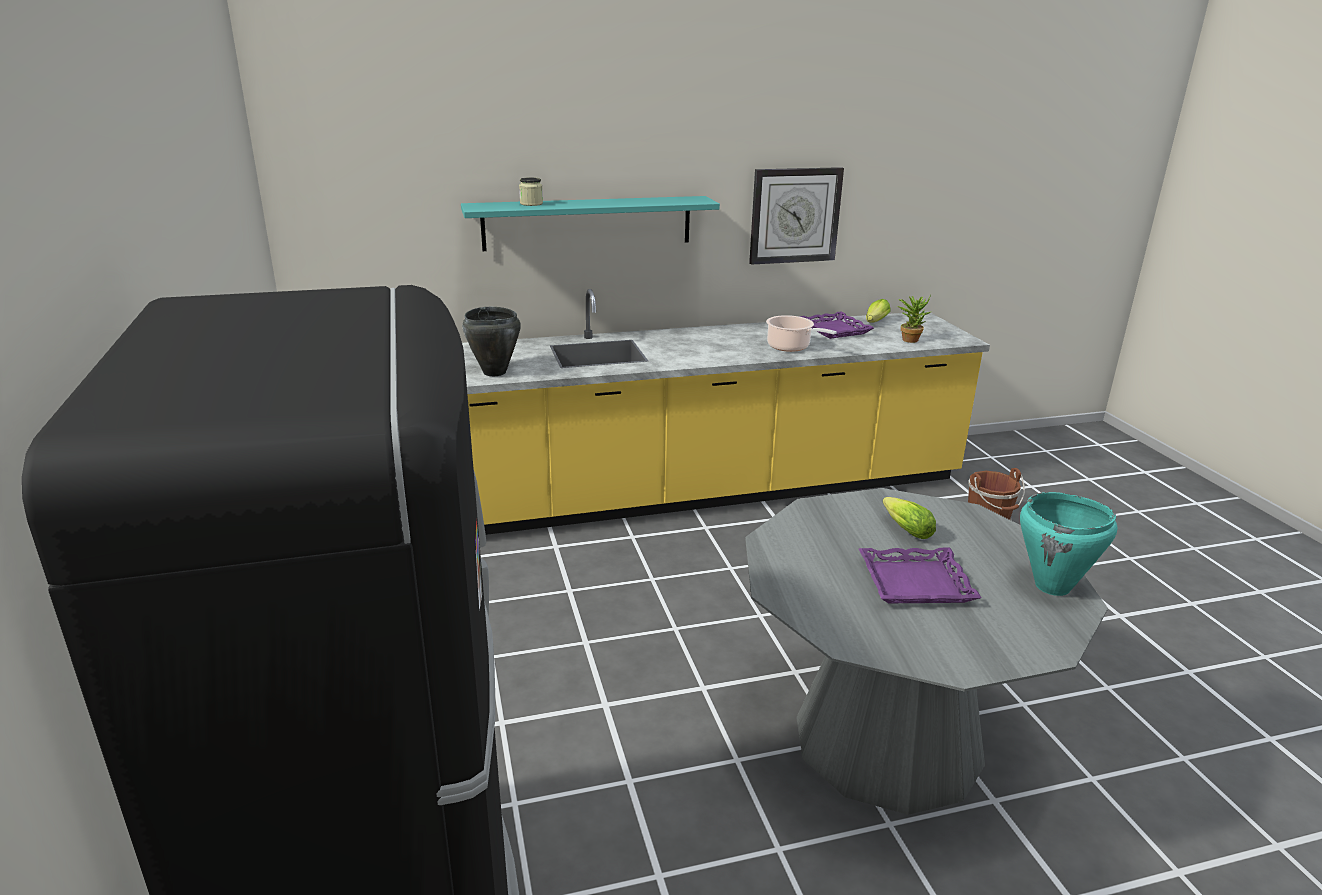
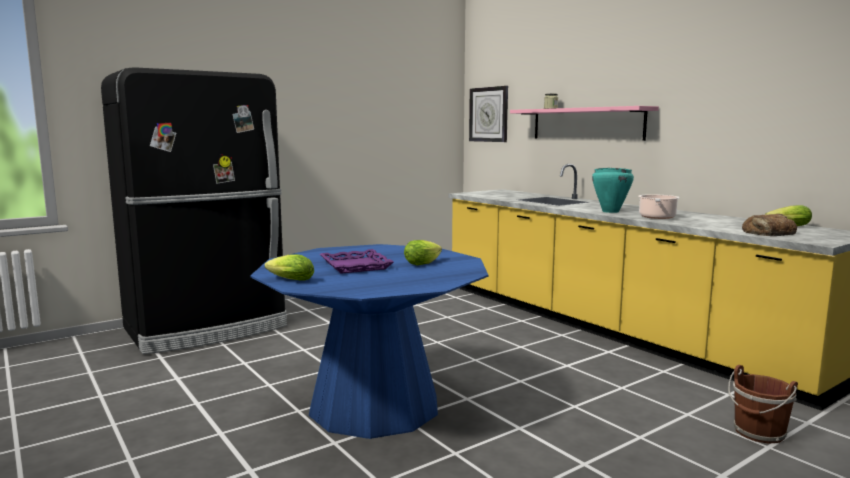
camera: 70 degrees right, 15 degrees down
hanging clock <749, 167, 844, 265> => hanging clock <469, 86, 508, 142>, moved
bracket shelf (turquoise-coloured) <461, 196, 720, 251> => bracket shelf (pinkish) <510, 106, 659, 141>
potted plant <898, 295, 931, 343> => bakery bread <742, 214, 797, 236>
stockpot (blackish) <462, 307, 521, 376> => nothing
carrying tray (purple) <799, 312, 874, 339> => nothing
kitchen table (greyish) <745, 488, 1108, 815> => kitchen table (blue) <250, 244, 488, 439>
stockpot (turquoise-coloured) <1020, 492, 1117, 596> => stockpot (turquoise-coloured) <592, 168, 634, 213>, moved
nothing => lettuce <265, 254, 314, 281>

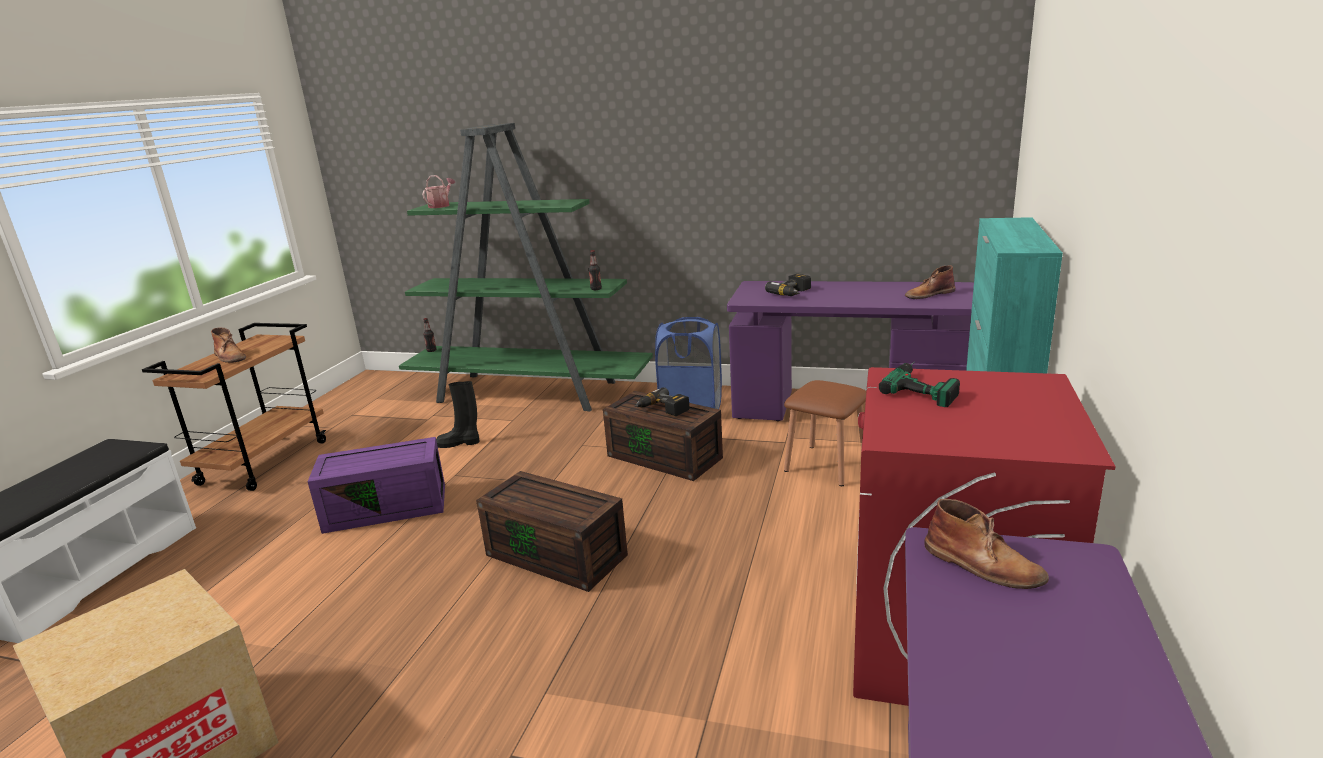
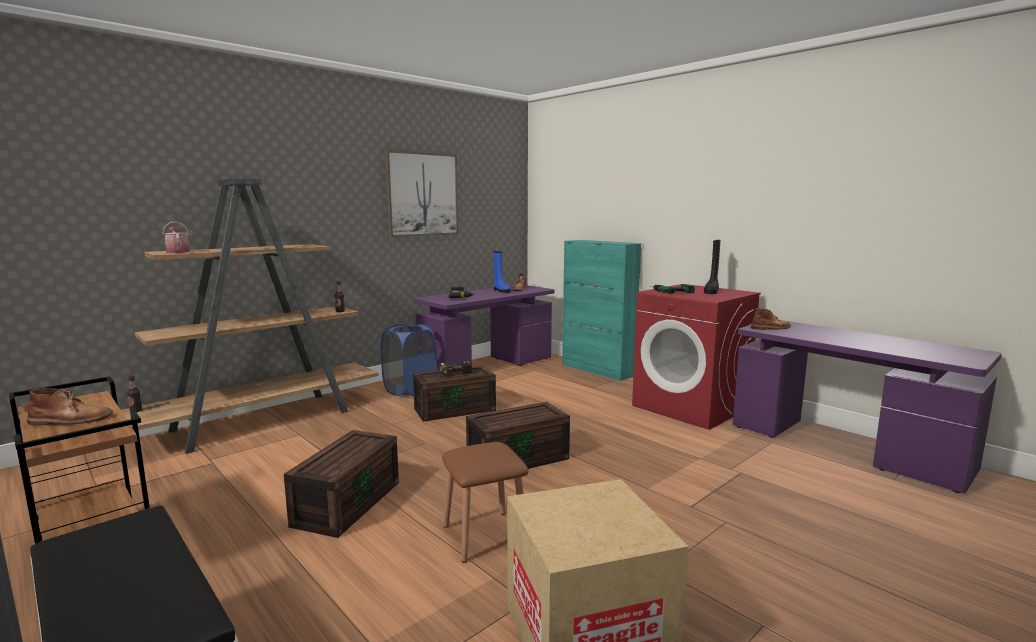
camera: 60 degrees left, 10 degrees down
bookshelf (green-coloured) <399, 123, 653, 412> => bookshelf (brown) <121, 178, 379, 454>
stool (brown) <784, 380, 866, 486> => stool (brown) <442, 442, 528, 563>, moved
tall boot (blackish) <436, 381, 479, 448> => tall boot (blackish) <704, 240, 721, 294>, moved
storage bin (purple) <308, 437, 445, 534> => storage bin (brown) <284, 430, 399, 538>
nothing => picture <385, 150, 459, 237>
nothing => tall boot (blue) <493, 251, 511, 293>

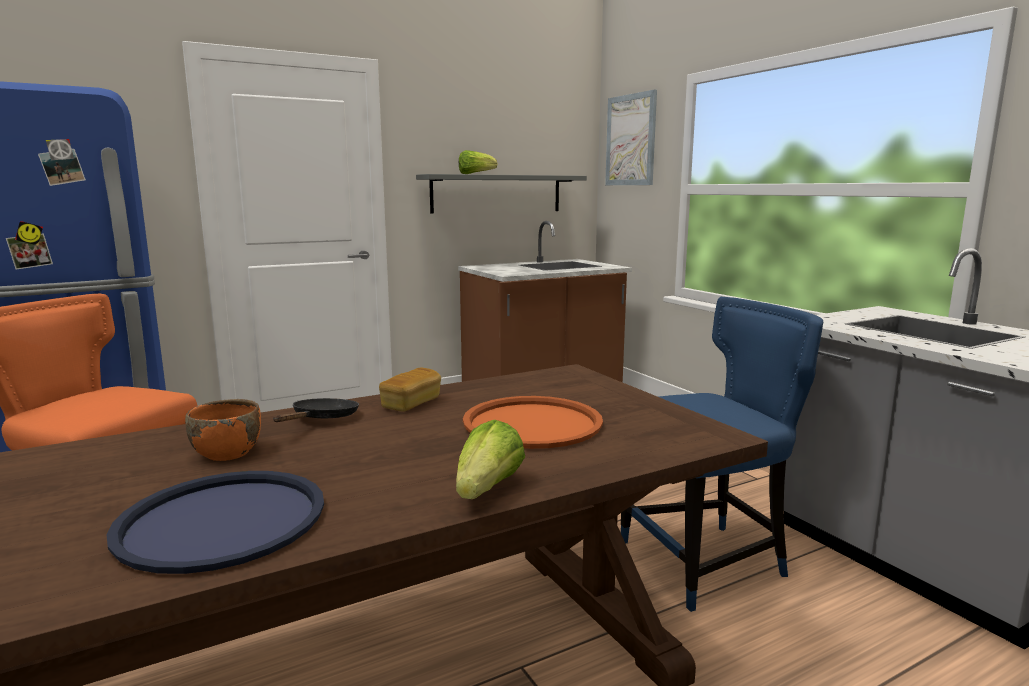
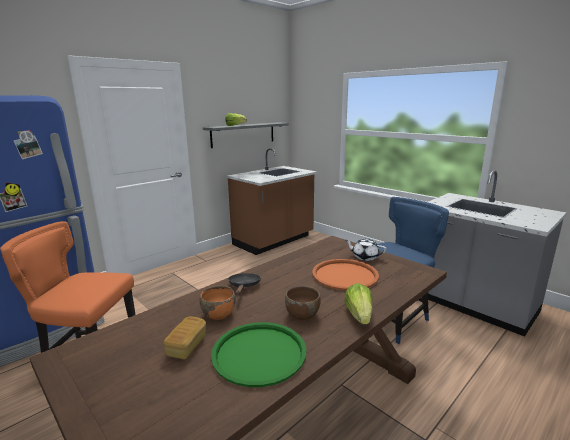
camera: 15 degrees left, 5 degrees up
picture <605, 89, 657, 185> => nothing
bakery bread <379, 367, 441, 412> => bakery bread <164, 316, 206, 359>, moved
carrying tray (blue) <107, 471, 324, 574> => carrying tray (green-coloured) <211, 322, 307, 387>
nothing => tea pot (white) <345, 238, 386, 261>
nothing => bowl (brown) <285, 286, 320, 320>

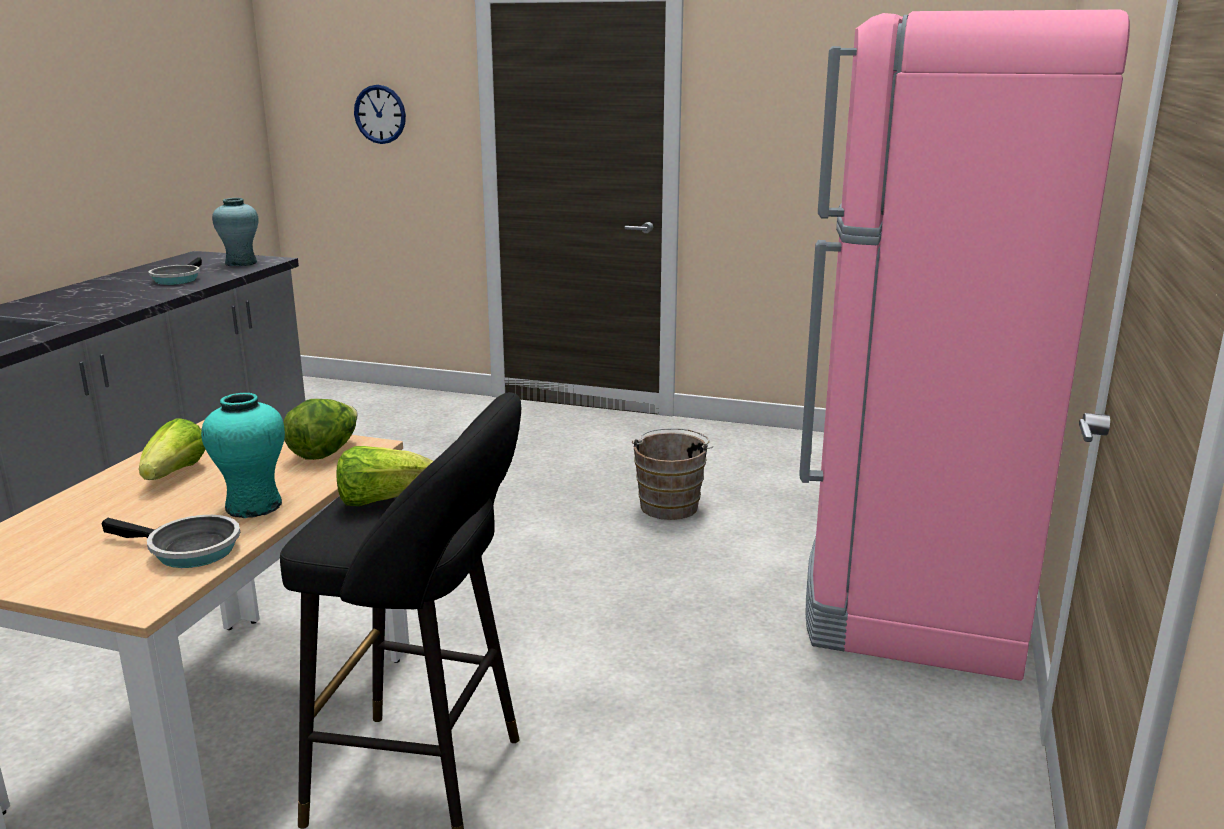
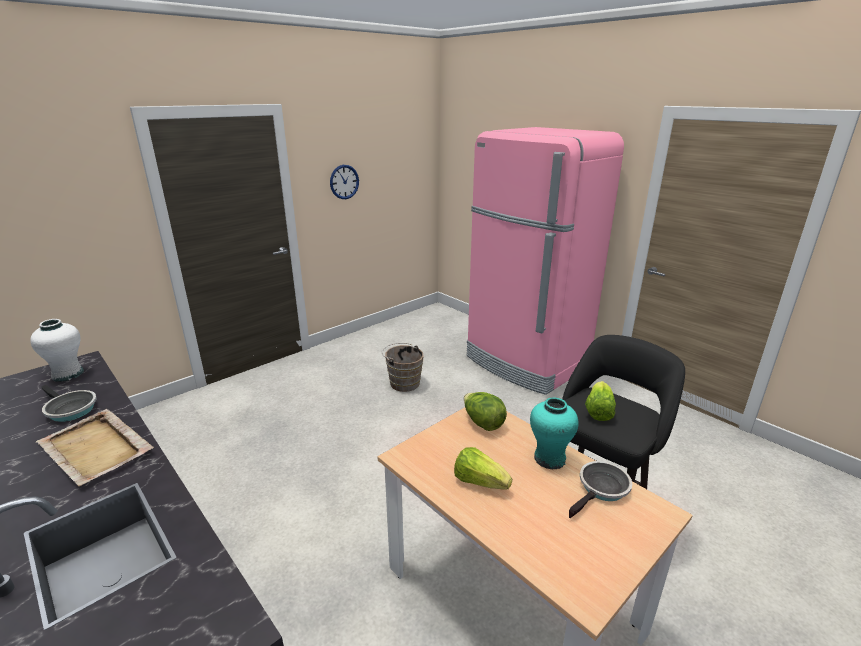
camera: 60 degrees left, 5 degrees up
hanging clock <354, 85, 406, 144> => hanging clock <330, 165, 359, 199>, moved
flower vase (turquoise-coloured) <212, 198, 258, 267> => flower vase (white) <30, 319, 84, 382>
nothing => carrying tray (beige-coloured) <36, 409, 154, 487>

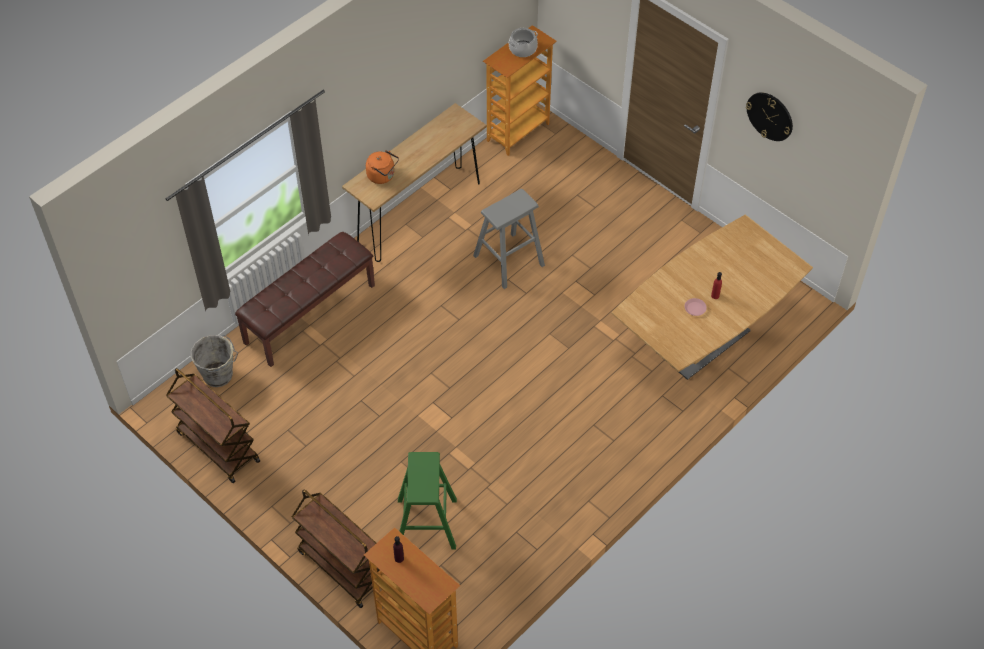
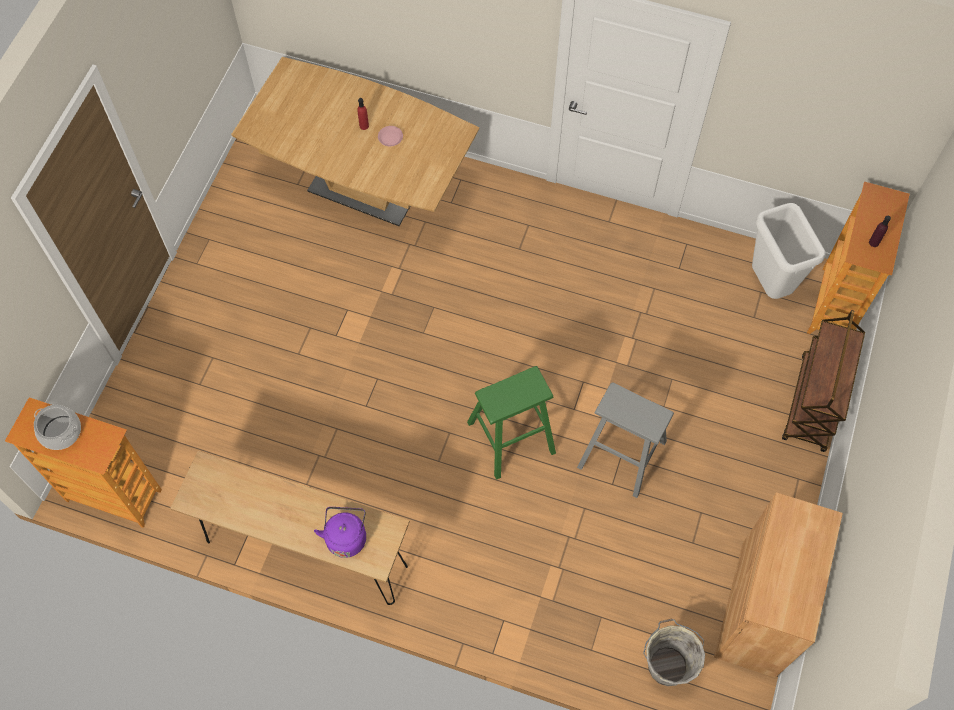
camera: 115 degrees left, 10 degrees up
hanging clock <746, 92, 793, 141> => nothing
water kettle (orangey) <366, 150, 399, 184> => water kettle (purple) <314, 507, 366, 558>
stool (greyish) <473, 189, 545, 289> => stool (greyish) <577, 382, 674, 498>, moved
bench (brown) <235, 232, 375, 367> => nothing
trolley (brown) <166, 368, 260, 483> => storage cabinet (brown) <714, 492, 843, 678>
stool (green-coloured) <398, 452, 457, 549> => stool (green-coloured) <467, 366, 556, 480>, moved
nothing => trash can (white) <752, 203, 826, 299>

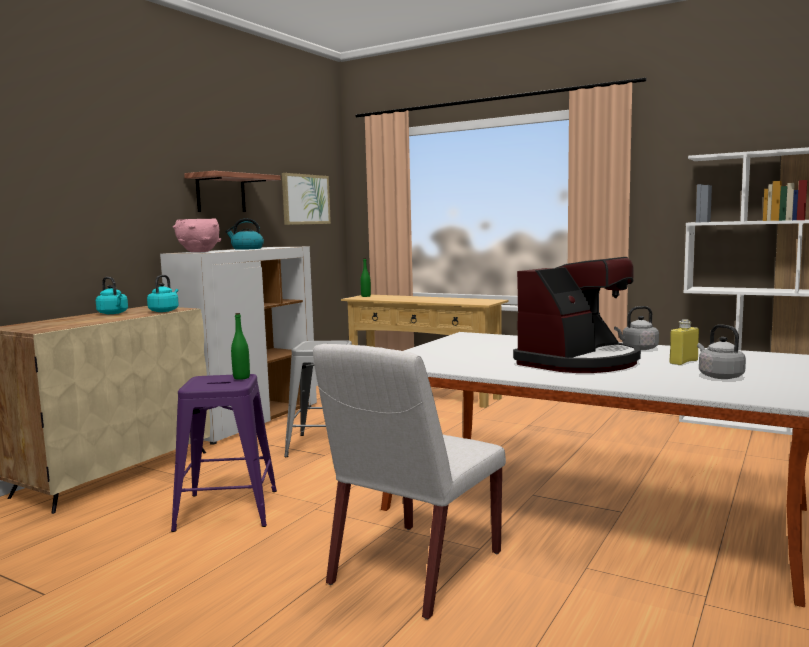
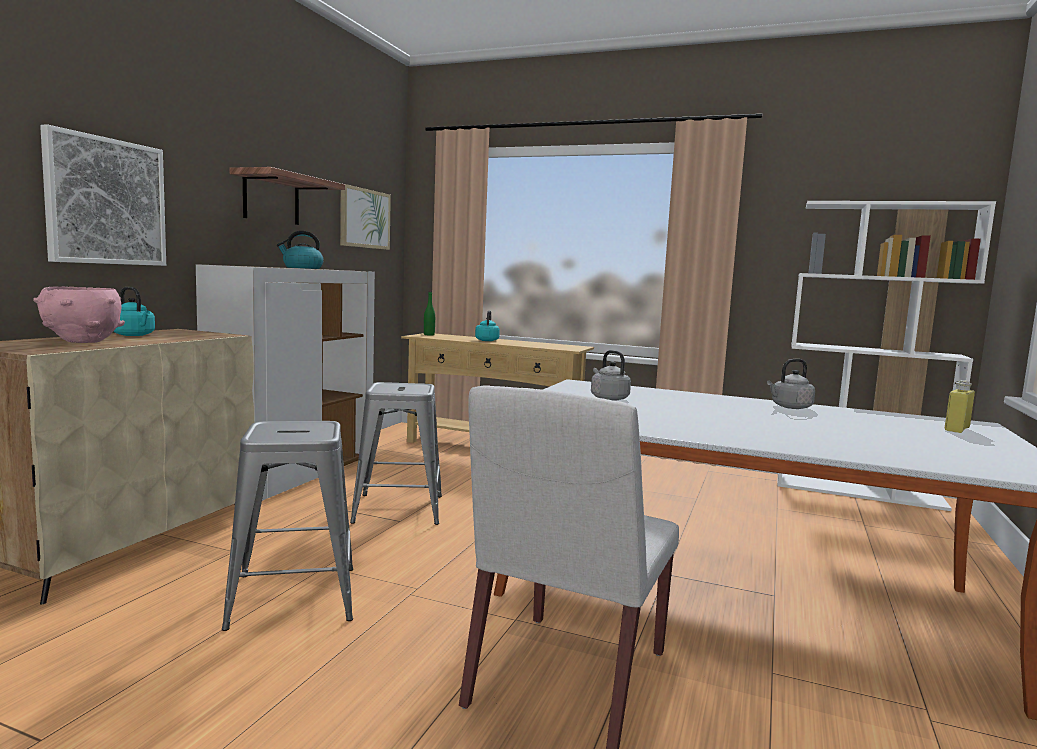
camera: 10 degrees left, 0 degrees up
bowl (pinkish) <173, 219, 221, 252> => bowl (pinkish) <33, 286, 125, 343>, moved
coffee machine <513, 257, 641, 373> => nothing
water kettle (turquoise-coloured) <147, 275, 179, 312> => water kettle (turquoise-coloured) <475, 310, 500, 341>, moved
drink bottle (green-coloured) <231, 313, 250, 380> => nothing
drink bottle (yellowish) <670, 319, 699, 365> => drink bottle (yellowish) <945, 380, 975, 433>, moved
water kettle (greyish) <697, 324, 746, 379> => water kettle (greyish) <591, 350, 631, 401>, moved
stool (purple) <171, 374, 277, 532> => stool (greyish) <222, 421, 353, 631>
nothing => picture <40, 124, 166, 266>

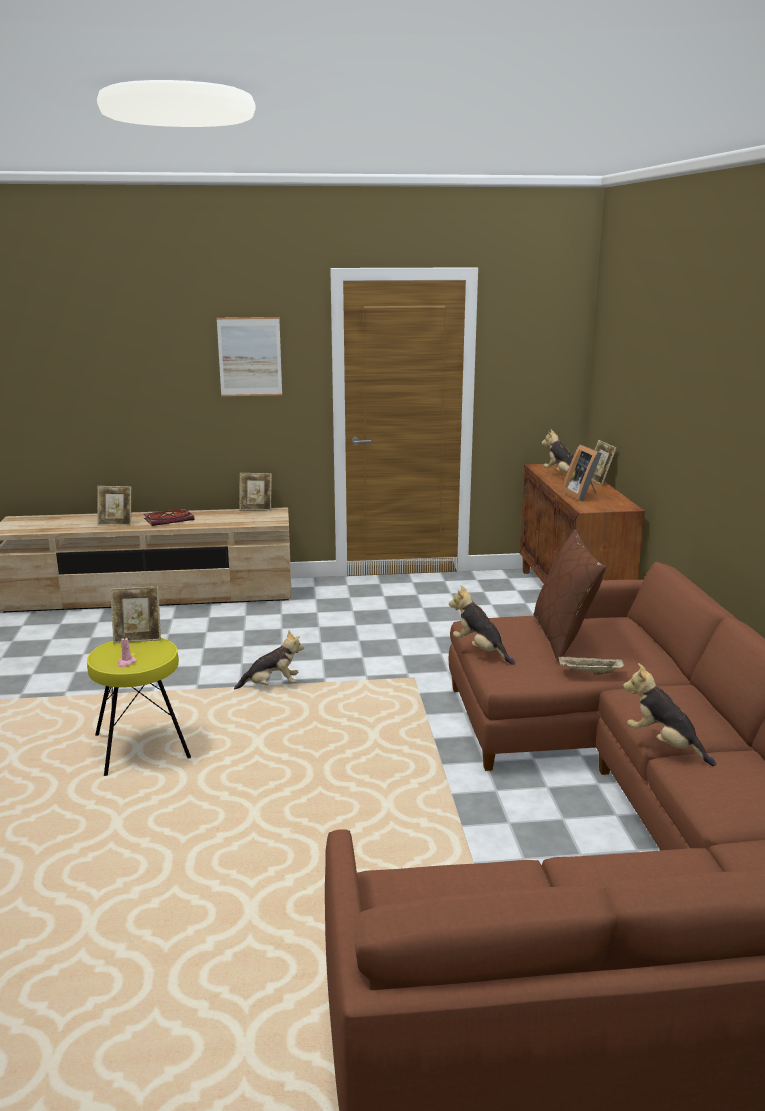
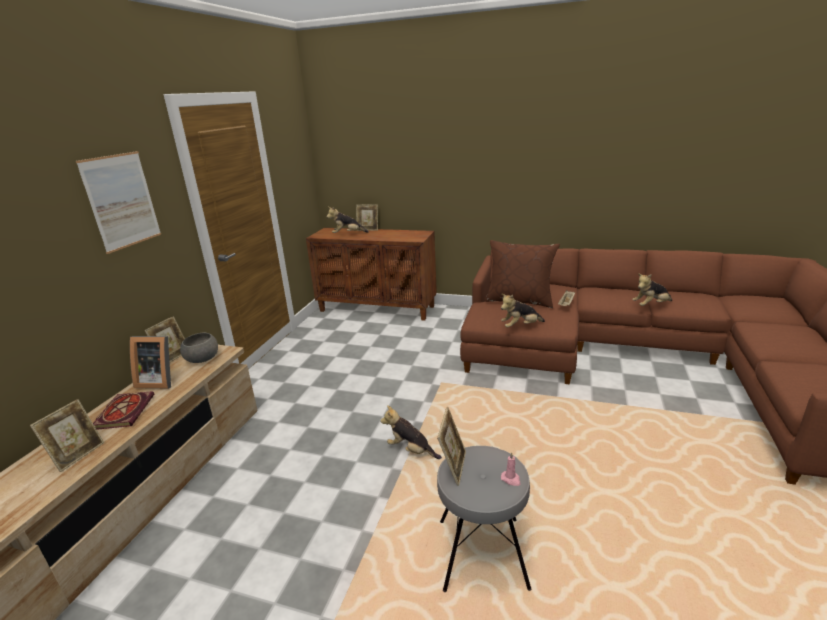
camera: 65 degrees left, 5 degrees up
standing frame <562, 445, 602, 501> => standing frame <130, 336, 171, 389>, moved
soft toy <234, 631, 304, 690> => soft toy <380, 405, 442, 459>, 75 degrees counterclockwise
stool (yellowish) <87, 638, 191, 776> => stool (greyish) <437, 446, 531, 592>
nothing => bowl (greyish) <180, 333, 218, 363>

